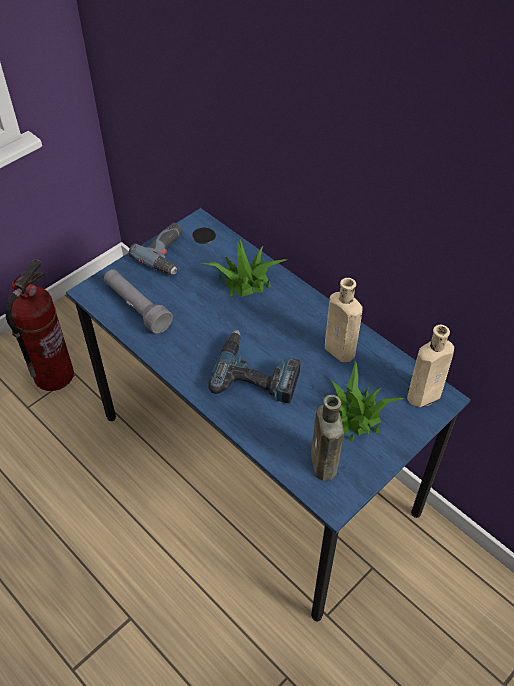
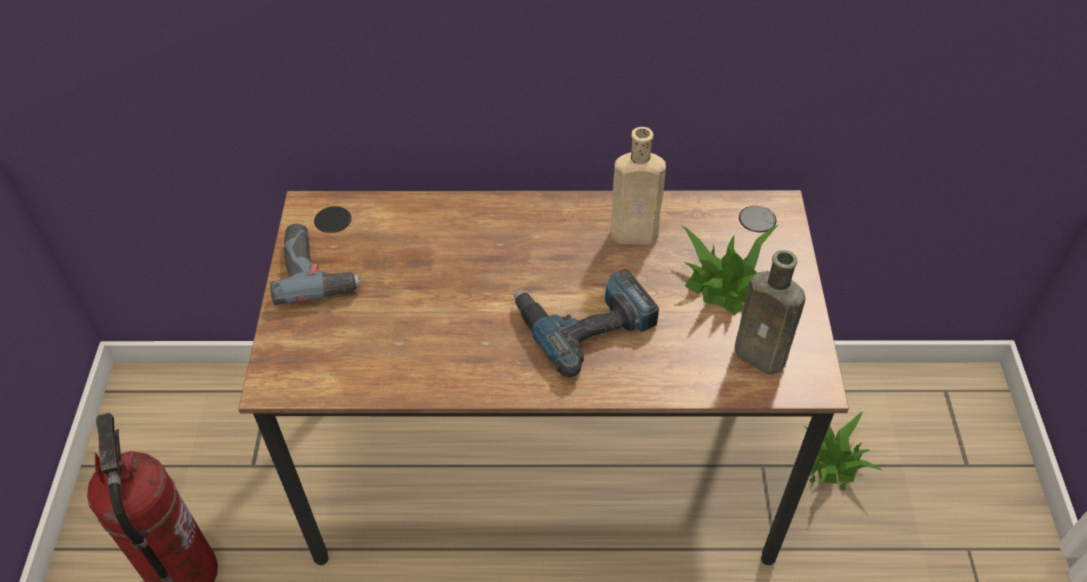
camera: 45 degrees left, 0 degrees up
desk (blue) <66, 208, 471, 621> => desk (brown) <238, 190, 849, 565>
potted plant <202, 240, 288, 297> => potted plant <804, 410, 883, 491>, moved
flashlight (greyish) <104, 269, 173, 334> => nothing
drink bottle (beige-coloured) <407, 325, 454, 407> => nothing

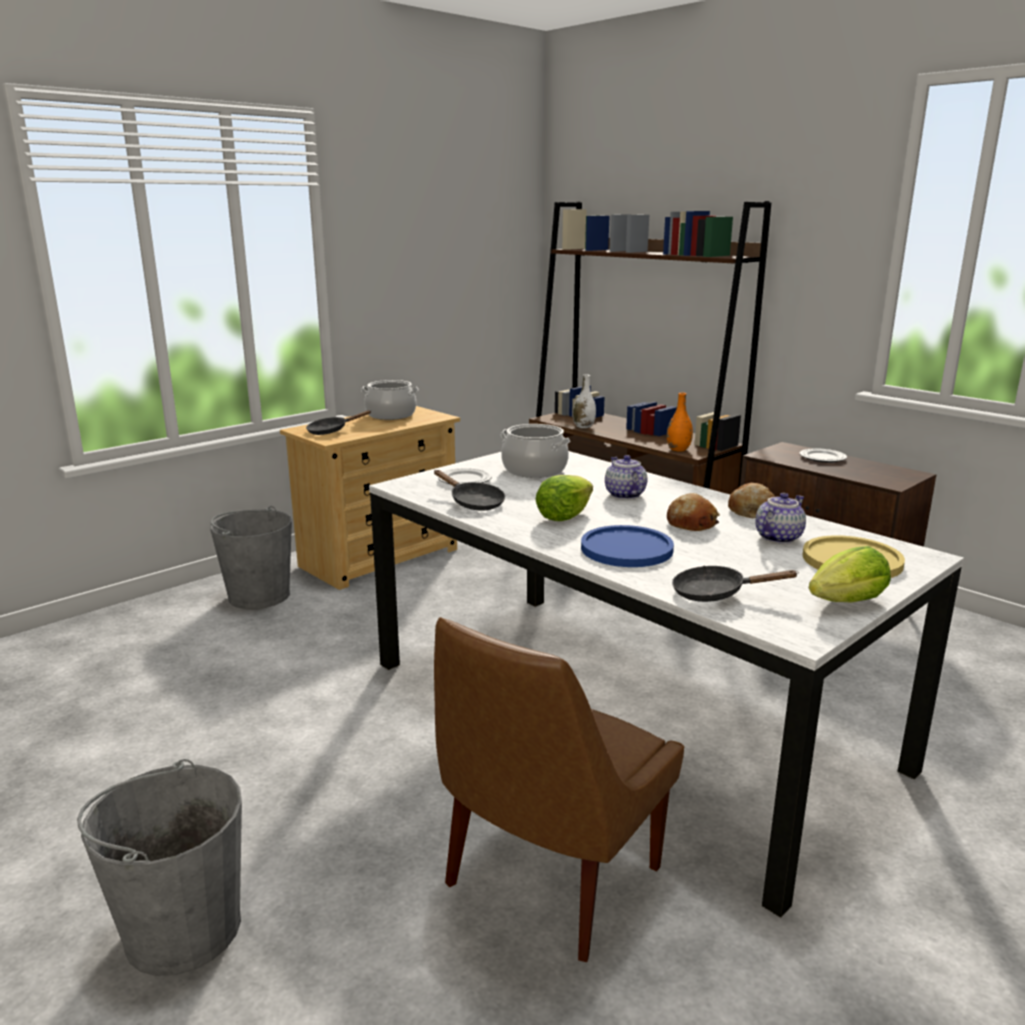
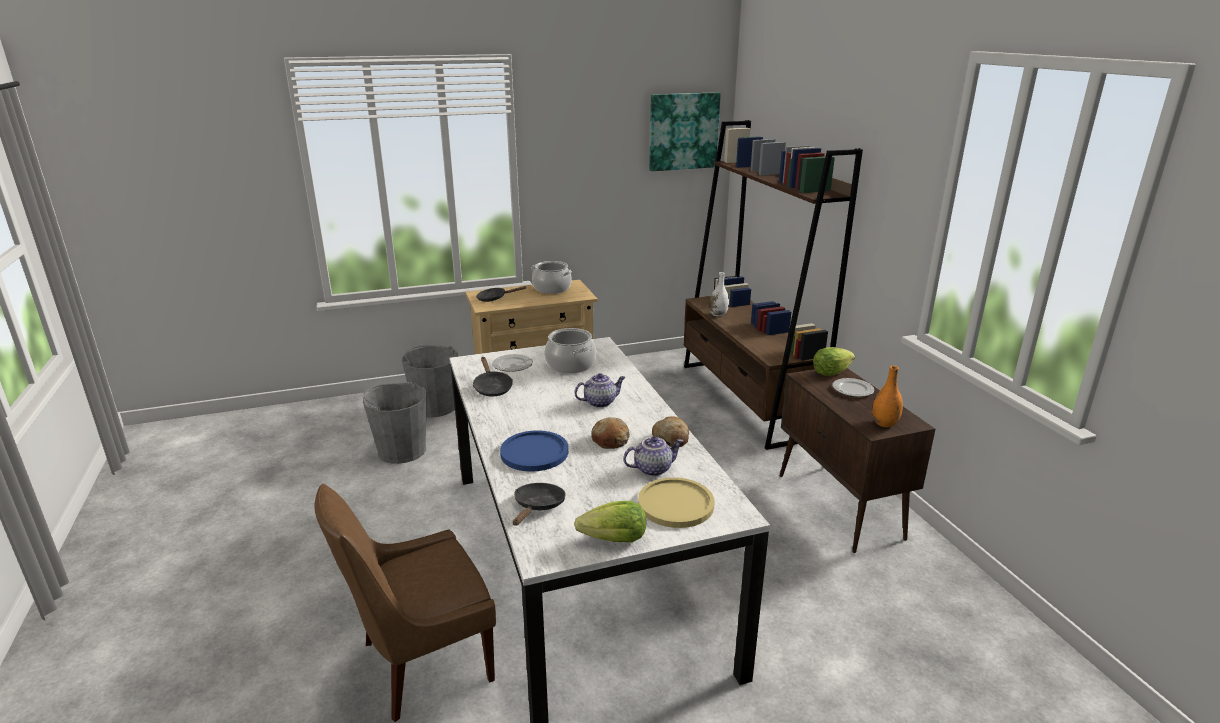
camera: 25 degrees right, 5 degrees up
flower vase (orangey) <667, 392, 693, 452> => flower vase (orangey) <872, 366, 903, 427>, moved
tea pot <605, 455, 648, 499> => tea pot <574, 373, 625, 408>, 60 degrees clockwise
lettuce <535, 475, 593, 521> => lettuce <813, 347, 855, 376>, moved
frying pan (blackish) <672, 566, 799, 602> => frying pan (blackish) <512, 483, 566, 526>, 75 degrees clockwise
pail (greyish) <77, 759, 242, 976> => pail (greyish) <363, 381, 427, 464>, moved
nothing => picture <649, 92, 721, 171>

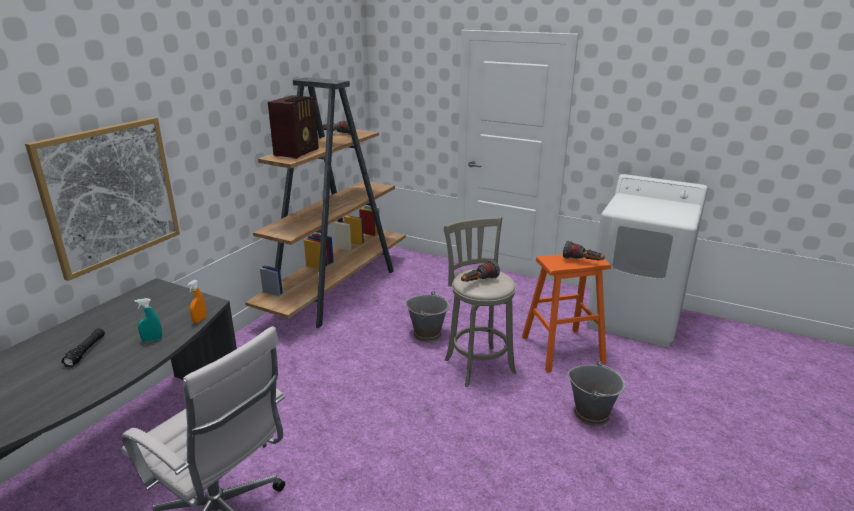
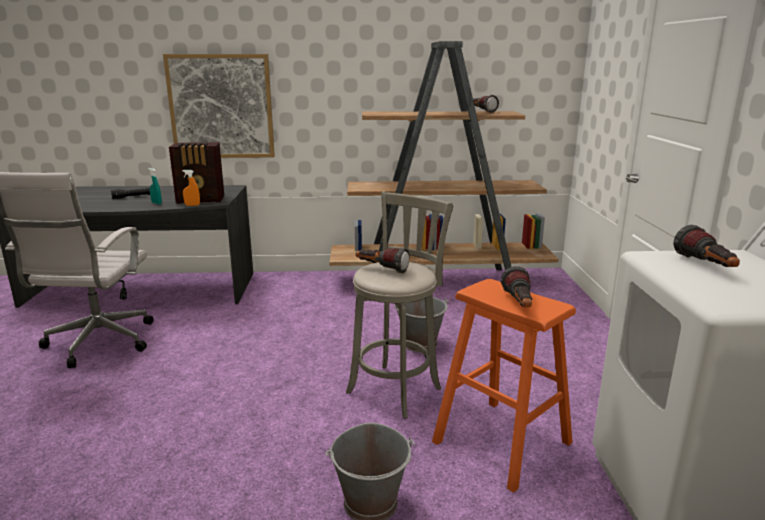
camera: 60 degrees right, 5 degrees down
radio receiver <268, 95, 319, 159> => radio receiver <169, 142, 224, 204>, moved
nothing => flashlight <674, 225, 740, 267>

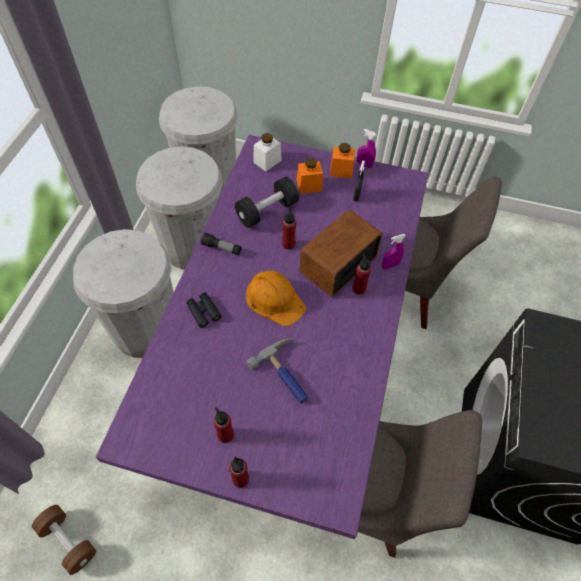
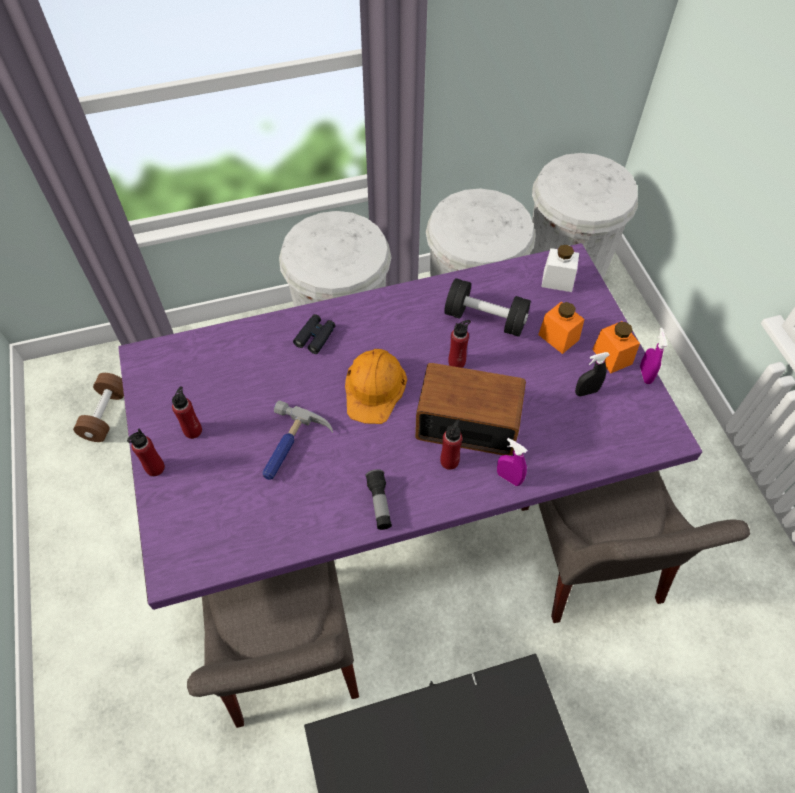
camera: 60 degrees right, 0 degrees up
flashlight <201, 232, 242, 255> => flashlight <365, 469, 392, 530>, moved

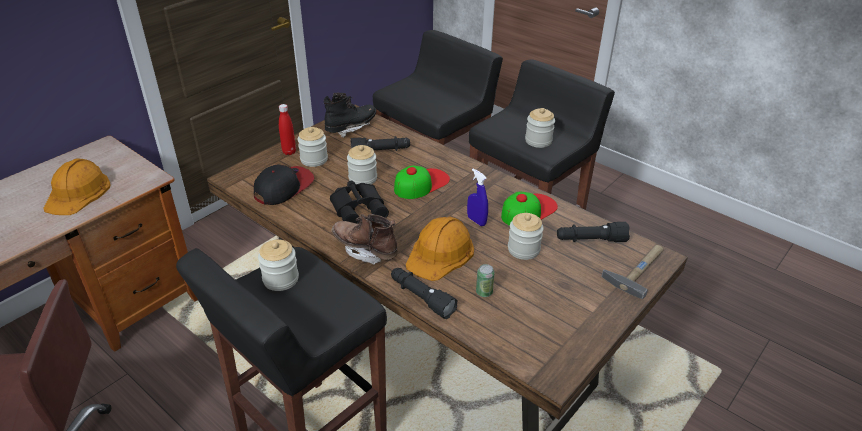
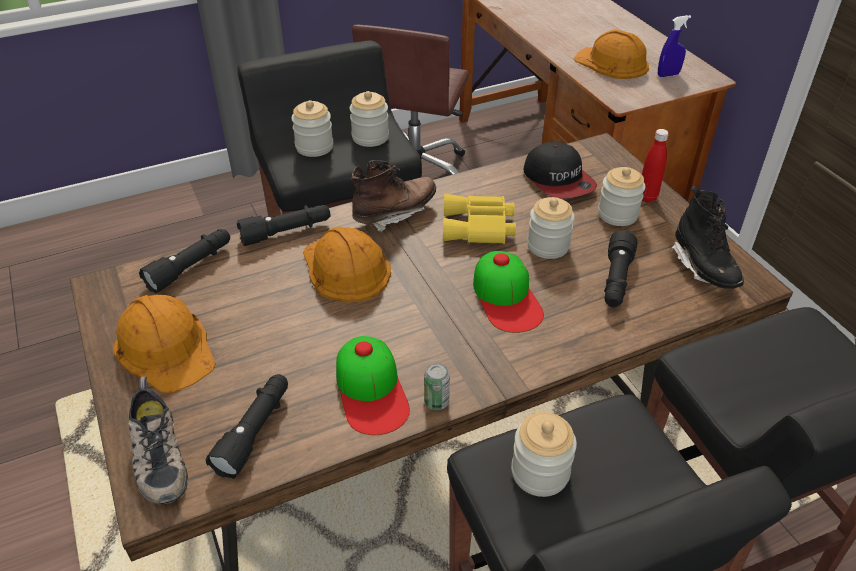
camera: 115 degrees right, 5 degrees up
spray bottle (blue) <467, 169, 488, 226> => spray bottle (blue) <658, 15, 691, 77>, moved
pair of binoculars (blackish) <330, 181, 389, 224> => pair of binoculars (yellowish) <443, 194, 516, 244>
preserve jar <508, 213, 544, 260> => preserve jar <291, 100, 333, 157>, moved
hand hammer <602, 245, 664, 299> => item of footwear <128, 376, 188, 504>
can <476, 264, 495, 297> => can <424, 363, 450, 410>, moved
nothing => flashlight (blackish) <139, 229, 230, 293>
nothing => work helmet (orangey) <113, 295, 216, 393>

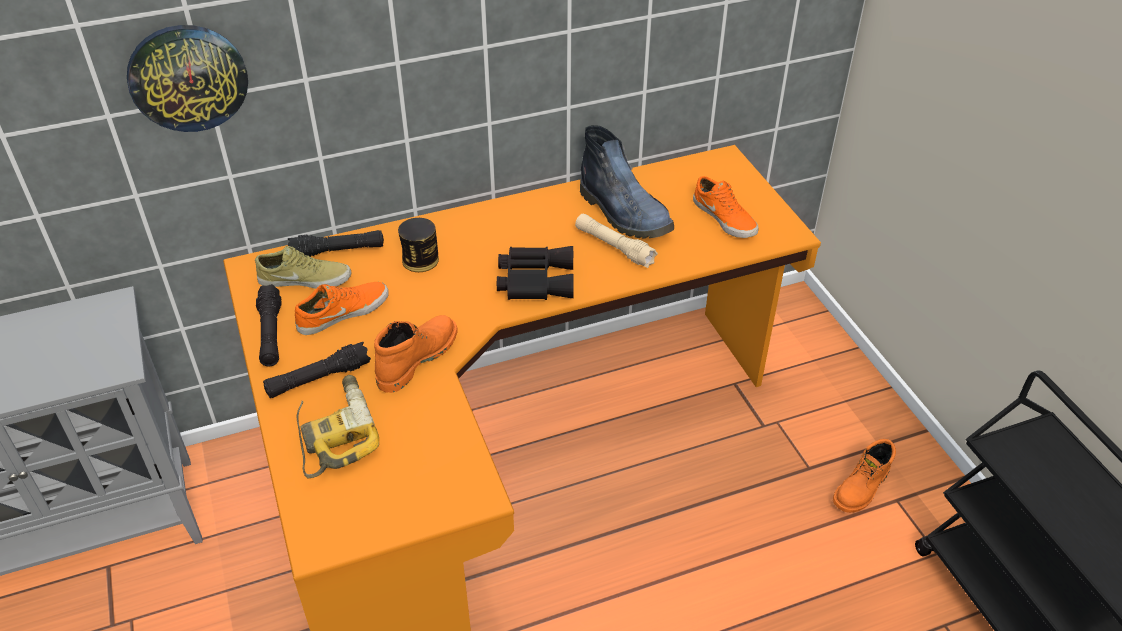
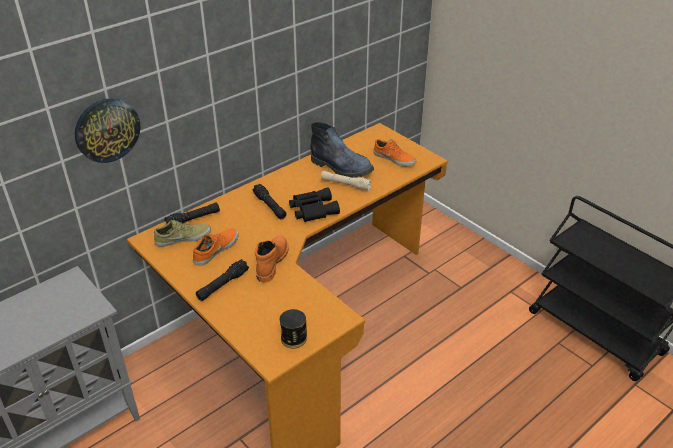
camera: 20 degrees left, 5 degrees down
can <398, 218, 439, 272> => can <279, 309, 307, 349>, moved
flashlight (blackish) <256, 284, 282, 366> => flashlight (blackish) <253, 183, 286, 219>, moved
electric drill <297, 375, 379, 479> => nothing
tall boot (orangey) <833, 439, 896, 513> => nothing

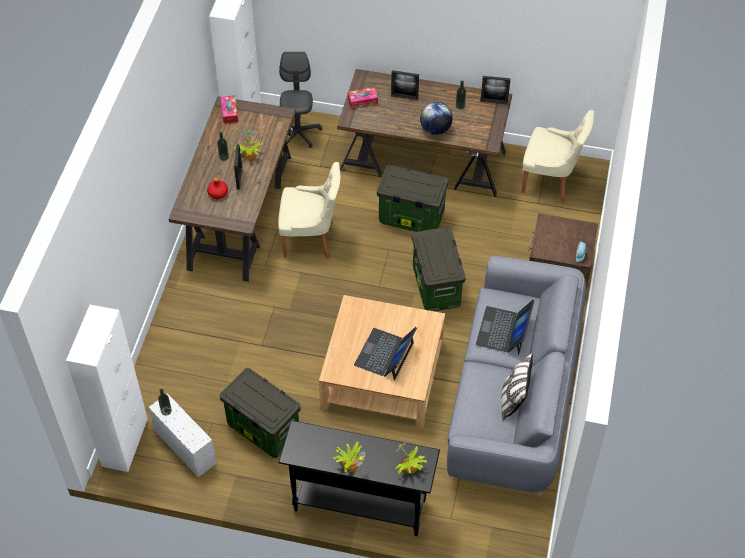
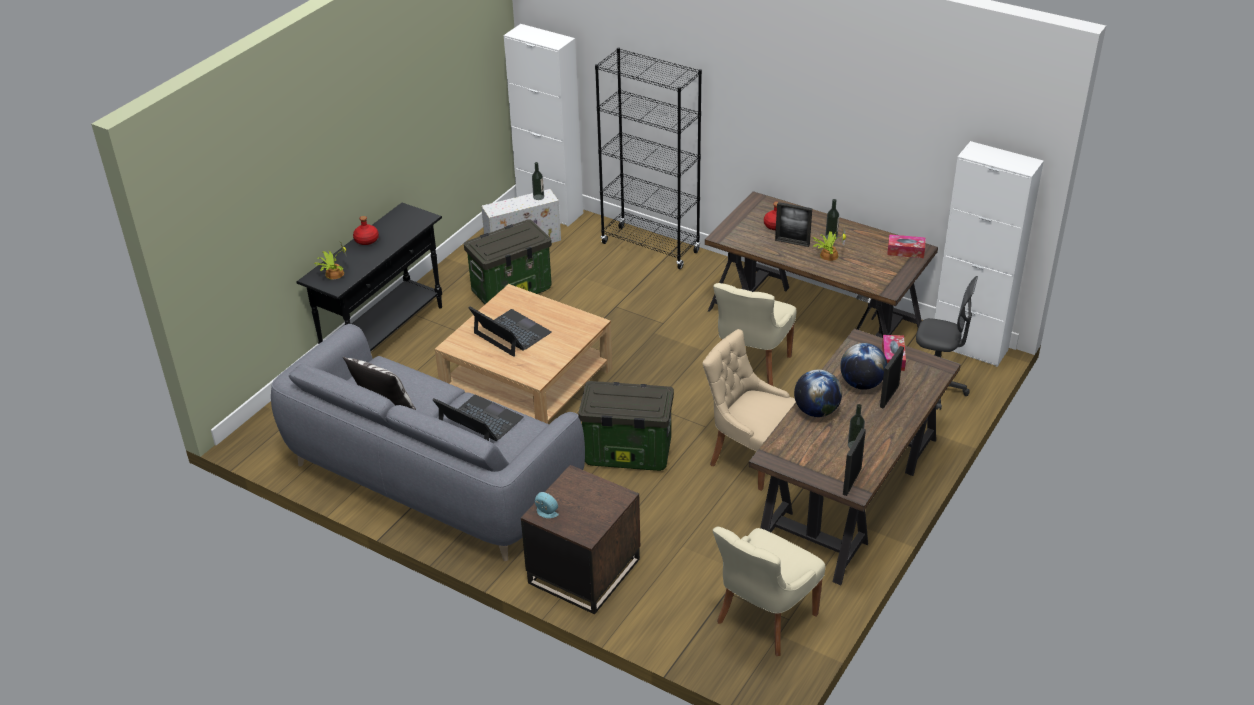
camera: 110 degrees right, 15 degrees down
storage bin <377, 165, 449, 232> => chair (beige-coloured) <703, 329, 796, 491>
potted plant <332, 442, 366, 472> => drink bottle (red-coloured) <353, 216, 379, 245>
nothing => bookshelf (blackish) <595, 47, 702, 269>
nothing => world globe <840, 343, 887, 390>

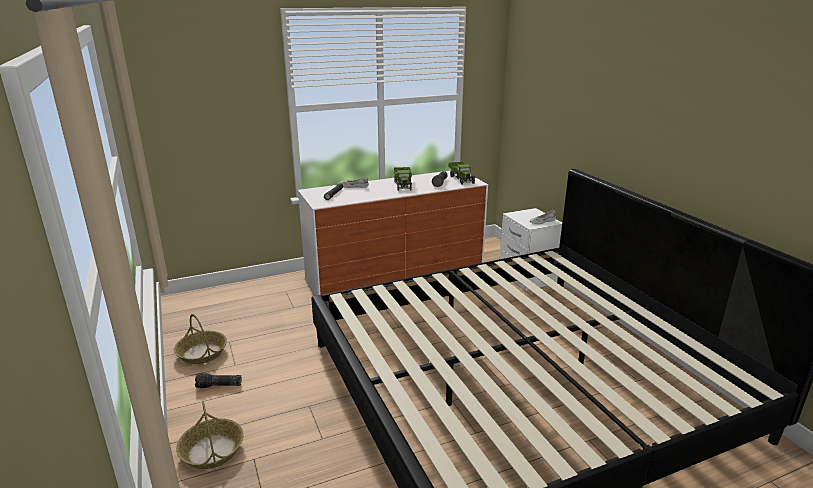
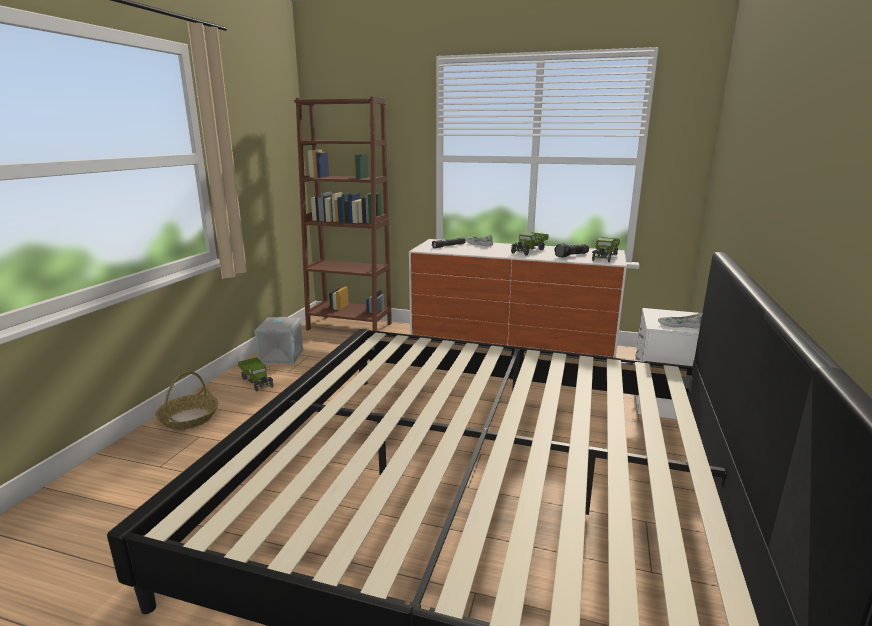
camera: 40 degrees right, 5 degrees down
household basket <174, 314, 227, 364> => storage bin (greyish) <255, 317, 303, 364>
flashlight <195, 373, 242, 388> => toy truck <238, 357, 274, 392>
nothing => bookshelf (brown) <294, 97, 392, 331>

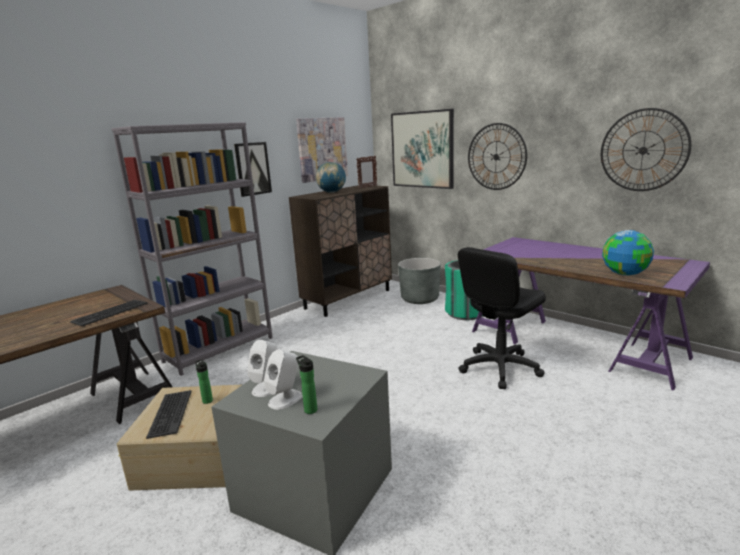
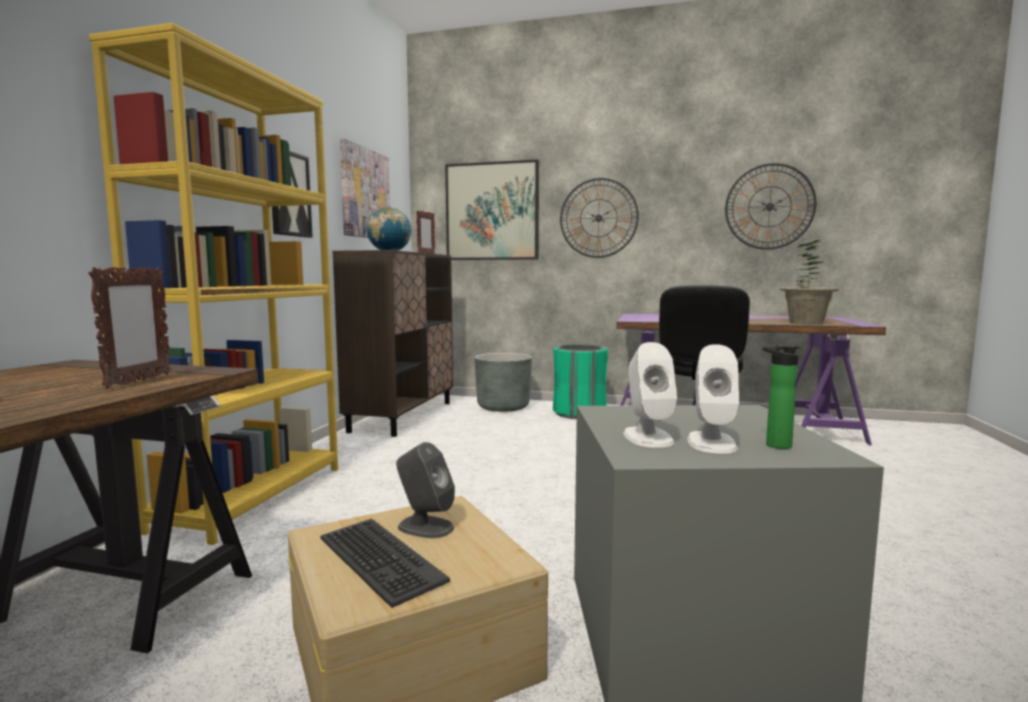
camera: 30 degrees left, 10 degrees down
bookshelf (greyish) <111, 122, 273, 376> => bookshelf (yellowish) <89, 23, 338, 545>
world globe <602, 230, 654, 276> => potted plant <780, 240, 839, 324>
keyboard <70, 300, 148, 326> => standing frame <88, 266, 171, 389>
drink bottle <195, 360, 213, 404> => loudspeaker (greyish) <396, 442, 455, 538>

